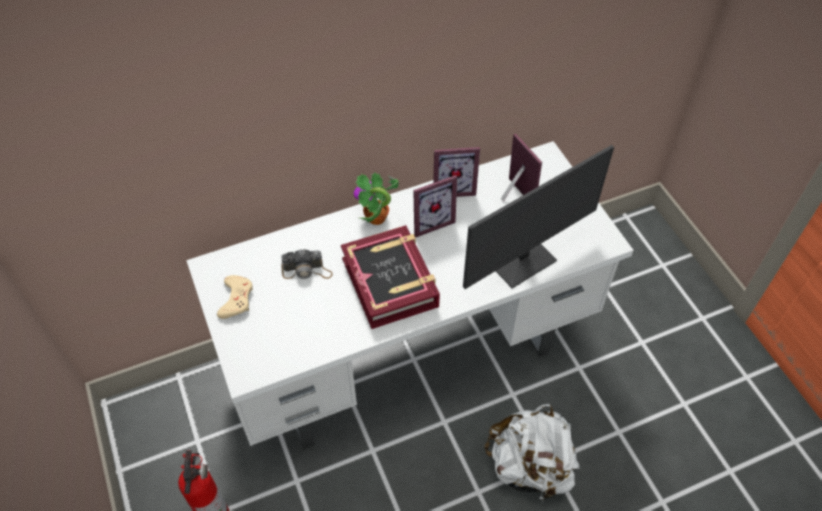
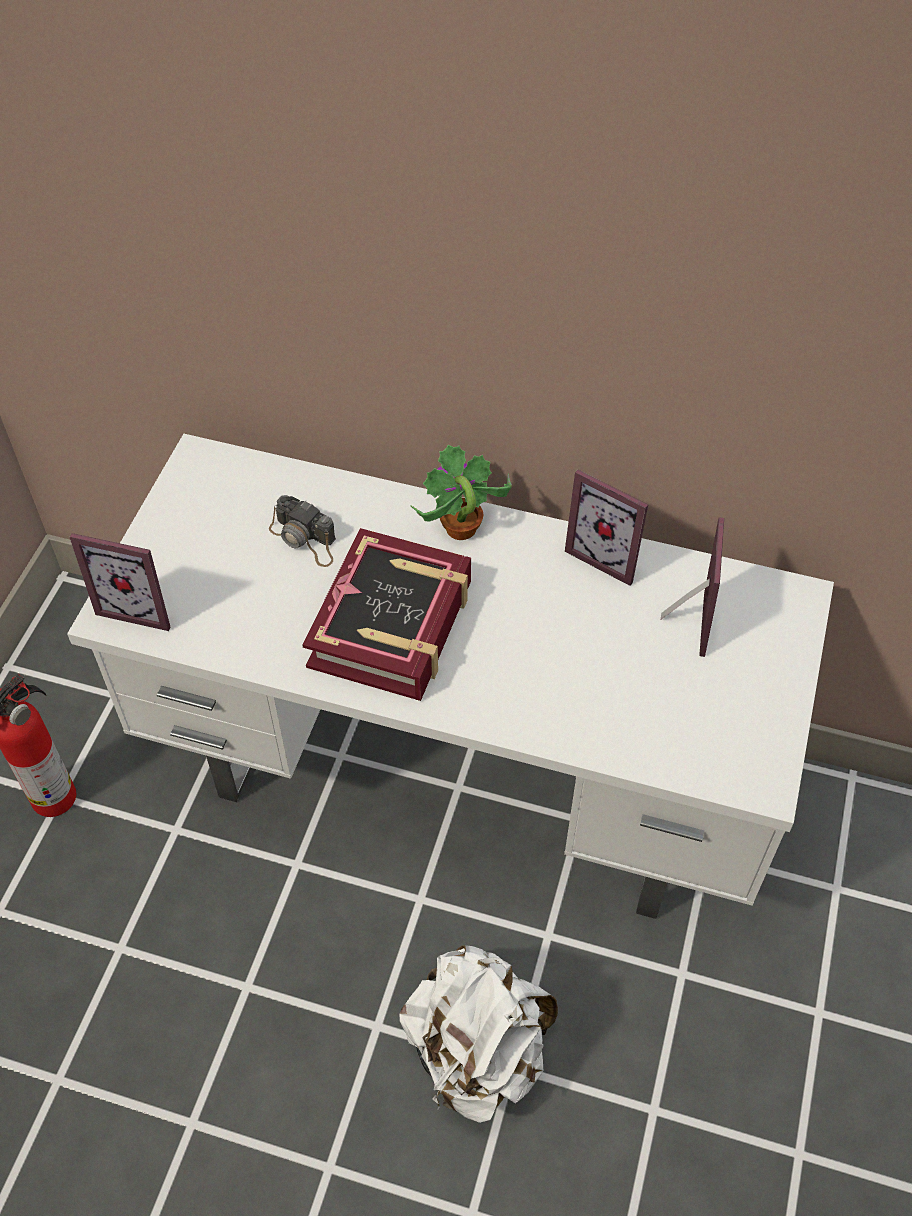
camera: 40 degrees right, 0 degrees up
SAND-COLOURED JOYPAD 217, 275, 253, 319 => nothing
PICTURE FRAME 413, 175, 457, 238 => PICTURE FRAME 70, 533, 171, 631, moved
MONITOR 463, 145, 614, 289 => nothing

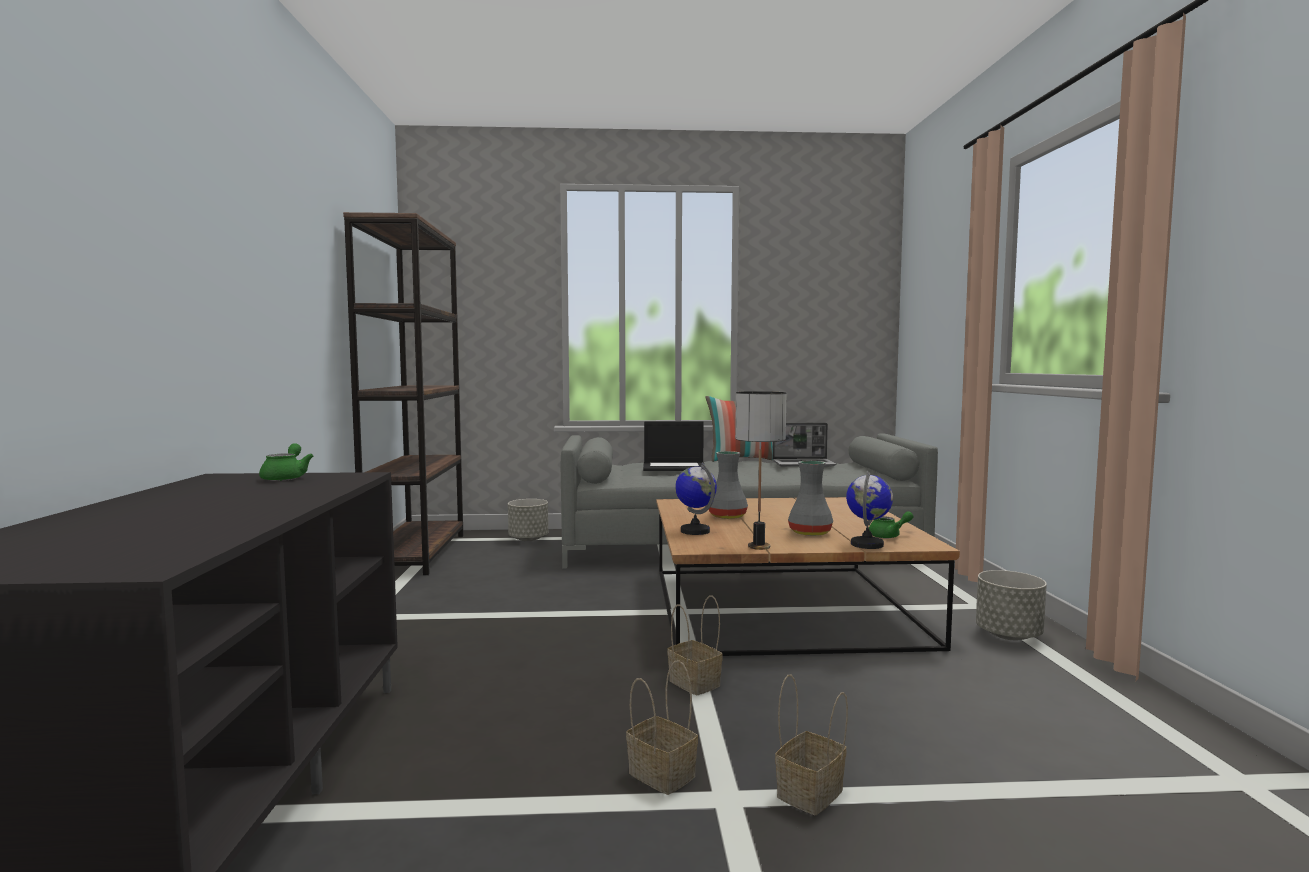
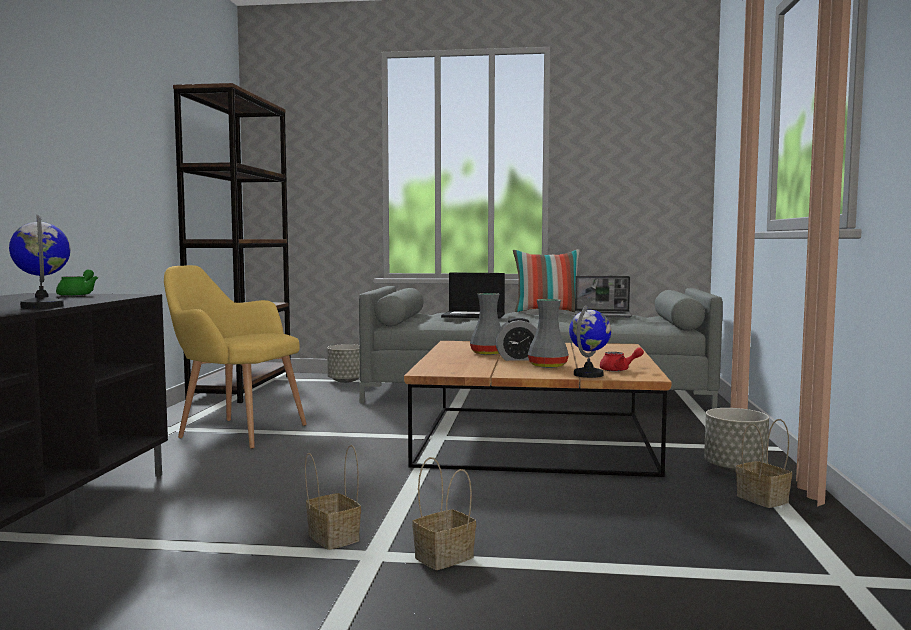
camera: 10 degrees right, 0 degrees up
HOUSEHOLD BASKET 667, 596, 723, 695 => HOUSEHOLD BASKET 736, 419, 792, 508, moved
GLOBE 675, 463, 717, 535 => GLOBE 9, 214, 71, 309, moved
TABLETOP LAMP 735, 391, 787, 550 => nothing
GREEN-COLOURED POT FOR TEA 869, 511, 913, 538 => RED POT FOR TEA 600, 347, 644, 372
nothing => YELLOWISH ARMCHAIR 164, 265, 307, 449
nothing => ALARM CLOCK 495, 318, 537, 361

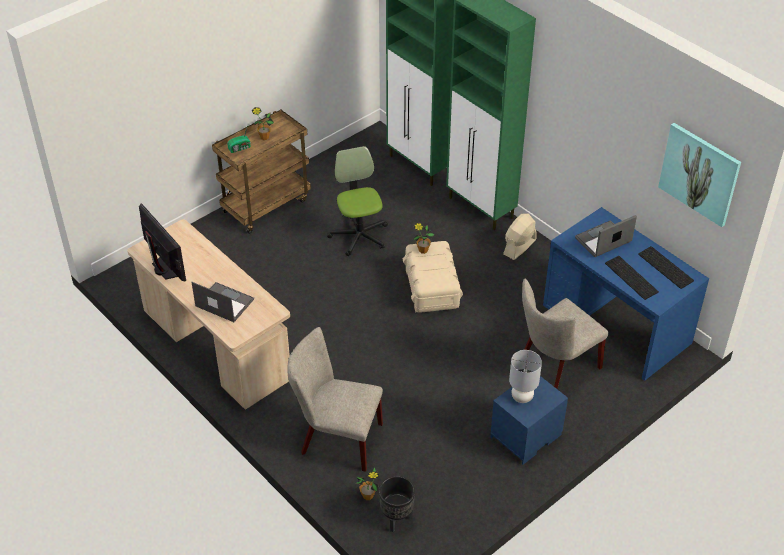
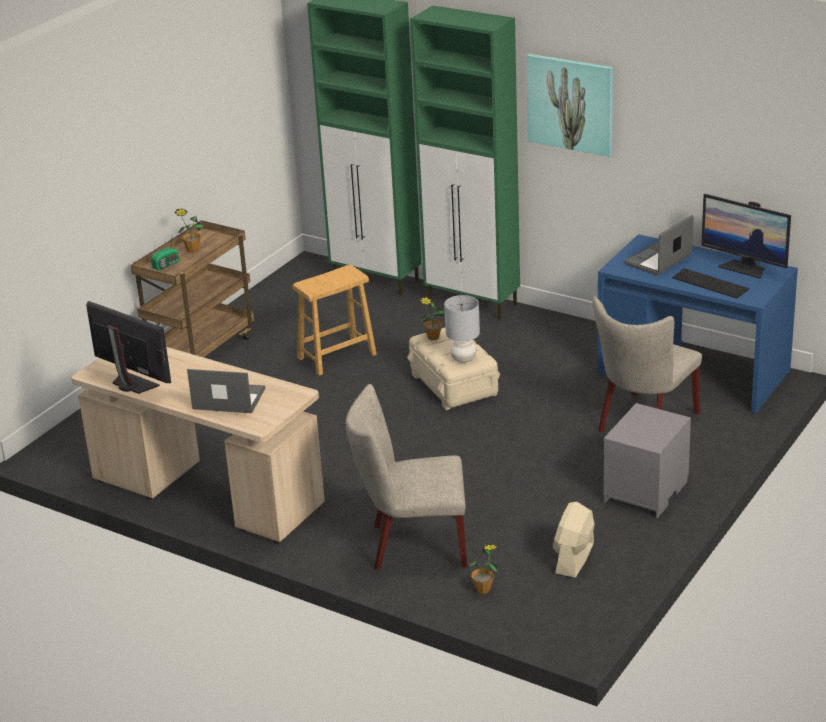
camera: 15 degrees left, 15 degrees down
COMPUTER CHAIR 327, 146, 388, 256 => BROWN STOOL SEAT 292, 265, 377, 376
BLACKISH FLOWER POT 379, 476, 415, 532 => nothing
BLUE-COLOURED BEDSIDE TABLE 490, 376, 568, 465 => GREYISH BEDSIDE TABLE 603, 403, 691, 518
SAND-COLOURED FAN 503, 213, 537, 260 => SAND-COLOURED FAN 553, 502, 595, 578, moved
GREYISH TABLETOP LAMP 509, 350, 542, 403 => GREYISH TABLETOP LAMP 444, 295, 480, 363, moved
PC KEYBOARD 638, 246, 694, 289 => MONITOR 701, 194, 791, 278
WALL PICTURE 658, 123, 741, 227 => WALL PICTURE 526, 54, 613, 157, moved

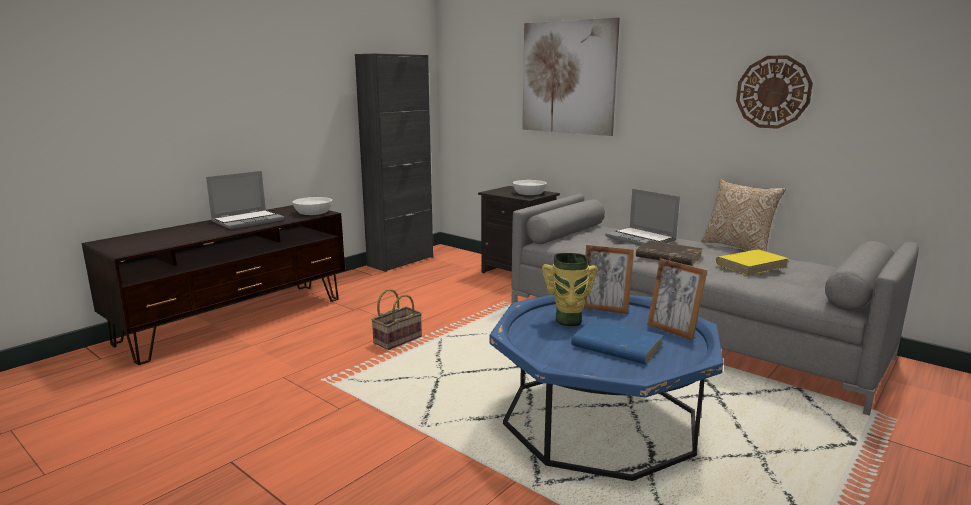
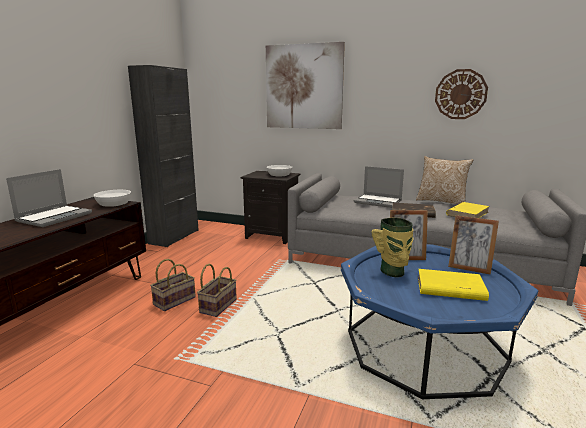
camera: 20 degrees left, 0 degrees up
BLUE-COLOURED VOLUME 571, 319, 664, 364 => YELLOWISH VOLUME 418, 269, 489, 301
nothing => HOUSEHOLD BASKET 150, 259, 196, 311

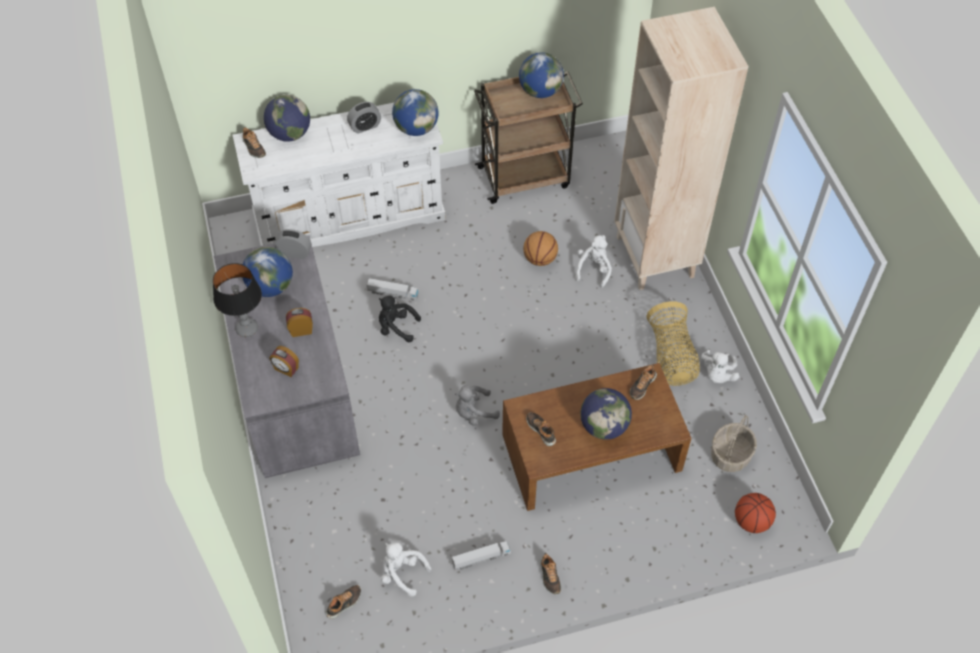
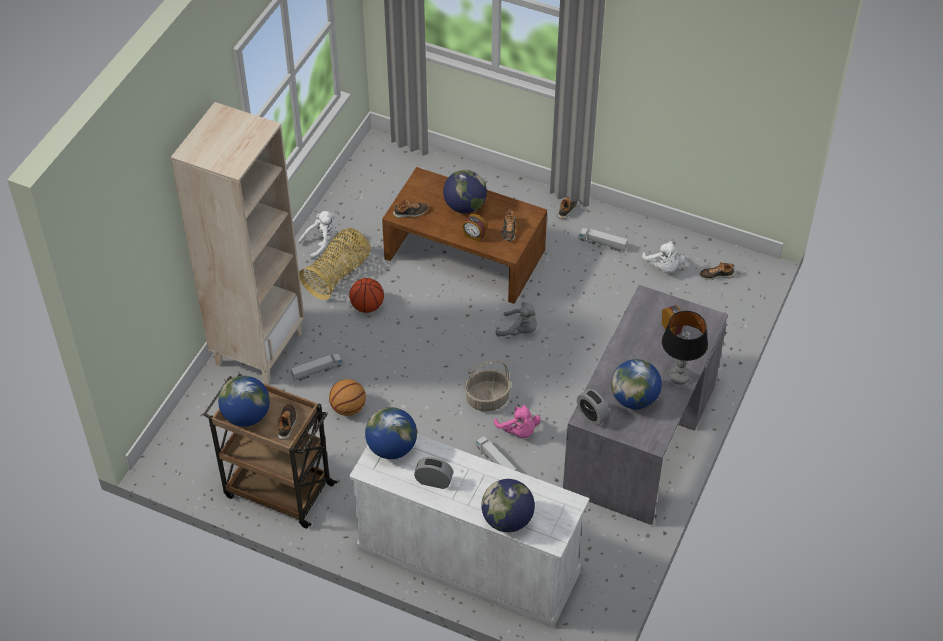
camera: 140 degrees left, 5 degrees down
ITEM OF FOOTWEAR 242, 127, 266, 158 => ITEM OF FOOTWEAR 278, 403, 297, 440, moved
ALARM CLOCK 286, 308, 313, 337 => ALARM CLOCK 462, 214, 487, 242, moved
BLACKISH CUDDLY TOY 379, 296, 421, 342 => PINKISH CUDDLY TOY 494, 405, 541, 438
WHITE CUDDLY TOY 575, 235, 612, 288 => TOY LORRY 291, 354, 343, 382
HOUSEHOLD BASKET 711, 415, 757, 472 => HOUSEHOLD BASKET 465, 361, 511, 412, moved
BALL FOR BASKETBALL 735, 493, 776, 533 => BALL FOR BASKETBALL 349, 278, 384, 313, moved

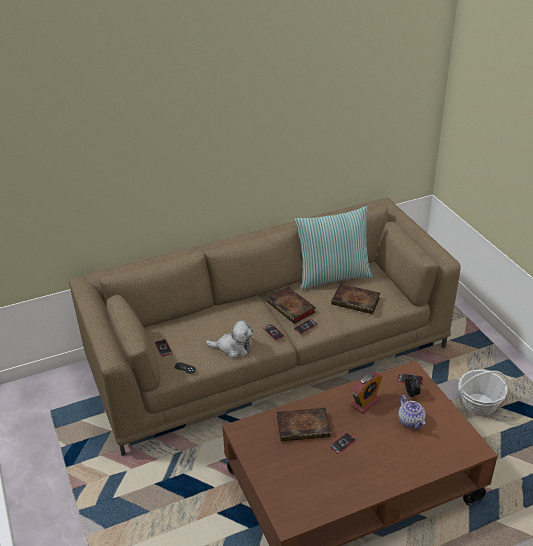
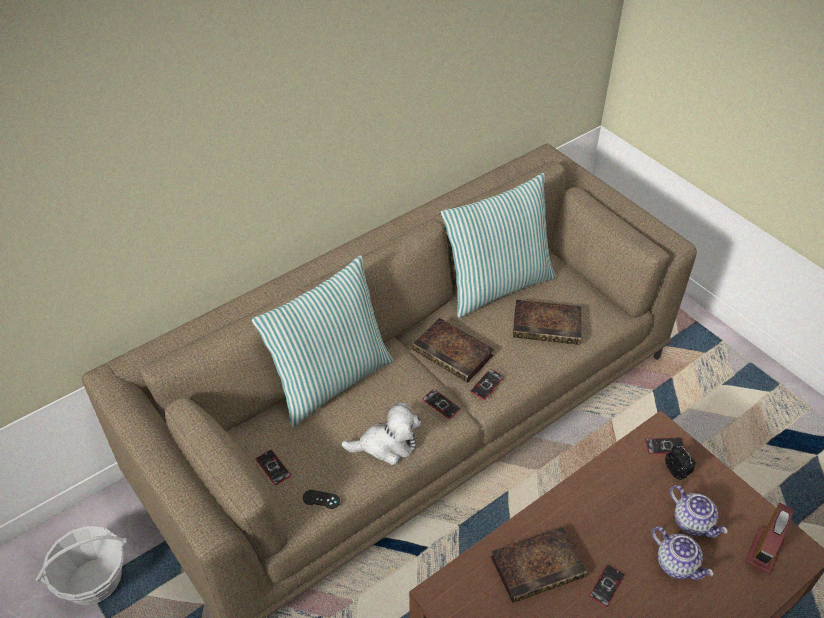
camera: 15 degrees left, 10 degrees up
ALARM CLOCK 351, 372, 382, 414 => ALARM CLOCK 745, 503, 794, 574, moved
HOUSEHOLD BASKET 458, 370, 508, 415 => HOUSEHOLD BASKET 36, 526, 127, 605, moved
nothing => THROW PILLOW 252, 255, 393, 427
nothing => POT FOR TEA 651, 526, 714, 580

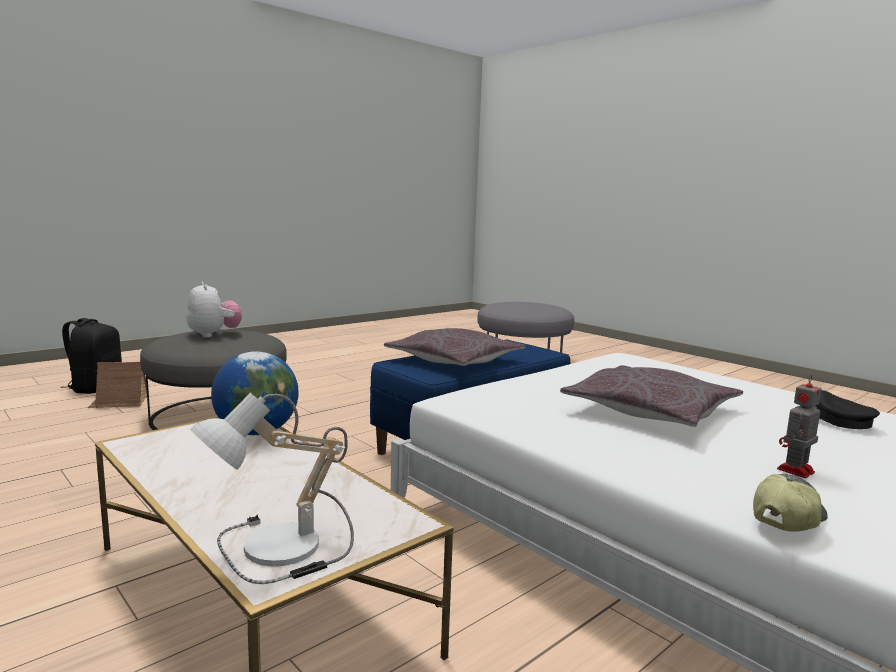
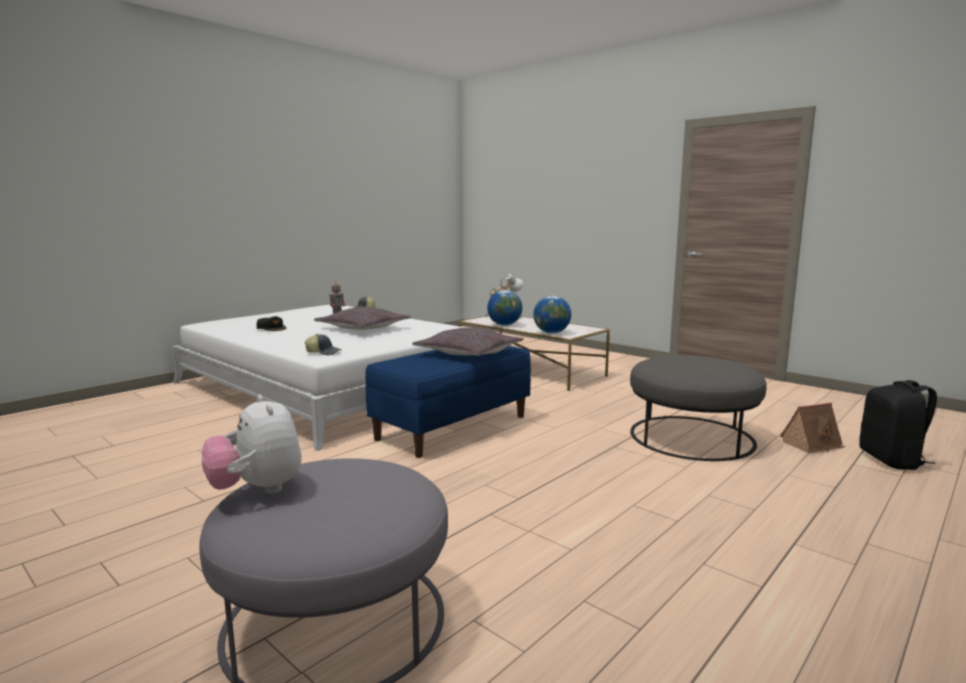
camera: 175 degrees right, 0 degrees up
CUDDLY TOY 186, 282, 242, 338 => CUDDLY TOY 202, 395, 302, 494, moved
nothing => BASEBALL CAP 305, 334, 342, 355
nothing => GLOBE 487, 290, 522, 325

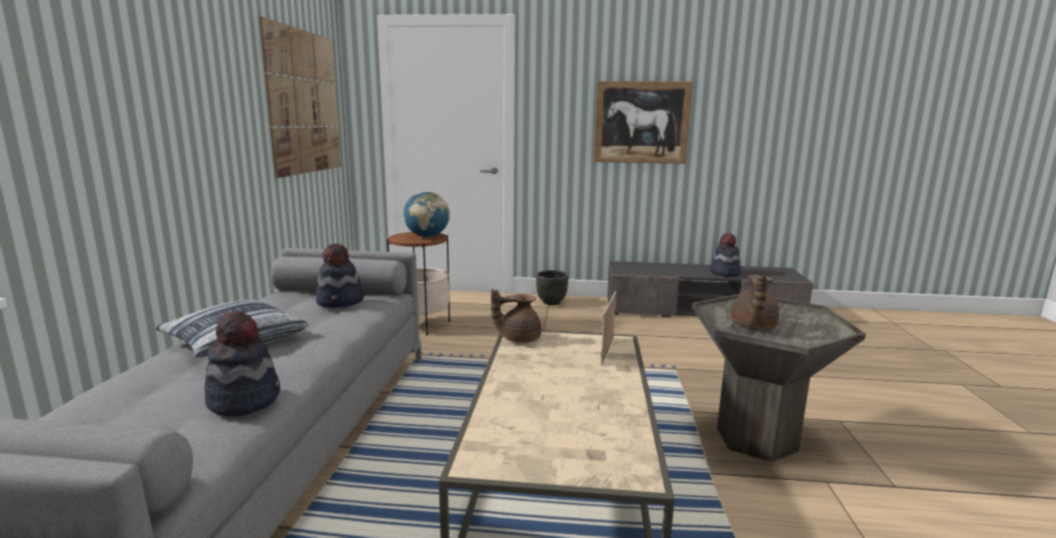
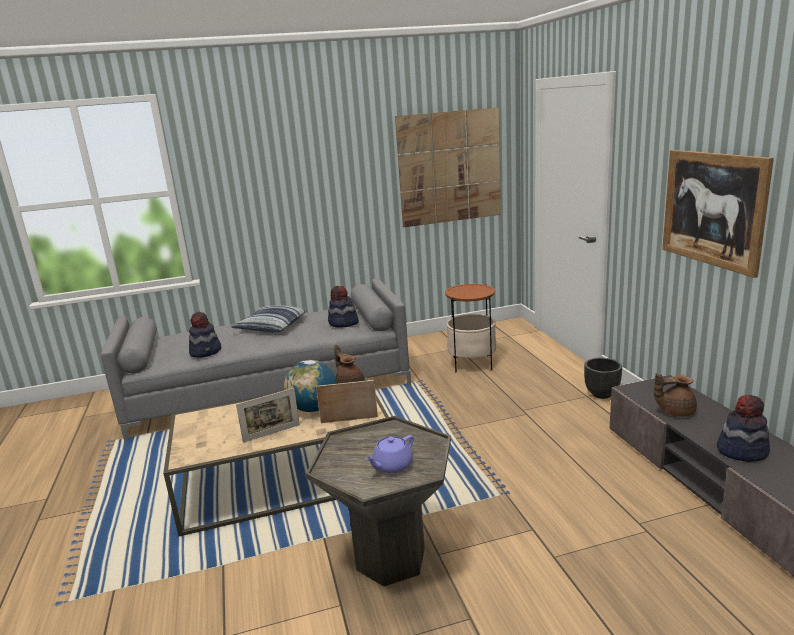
camera: 70 degrees right, 5 degrees up
GLOBE 403, 192, 450, 237 => GLOBE 284, 360, 336, 412, moved
BROWN POT FOR TEA 731, 275, 779, 329 => BROWN POT FOR TEA 654, 373, 697, 417, moved
nothing => PICTURE FRAME 236, 388, 300, 443
nothing => PURPLISH POT FOR TEA 366, 435, 414, 473

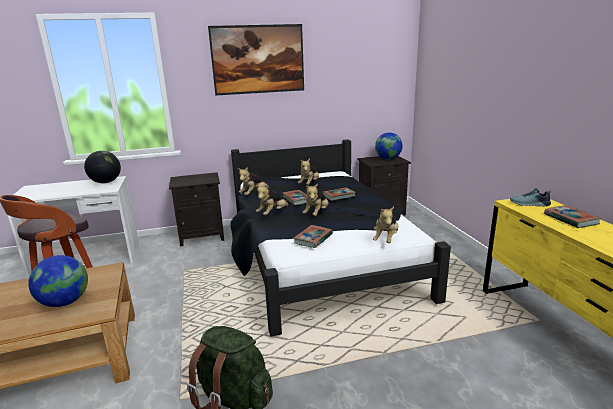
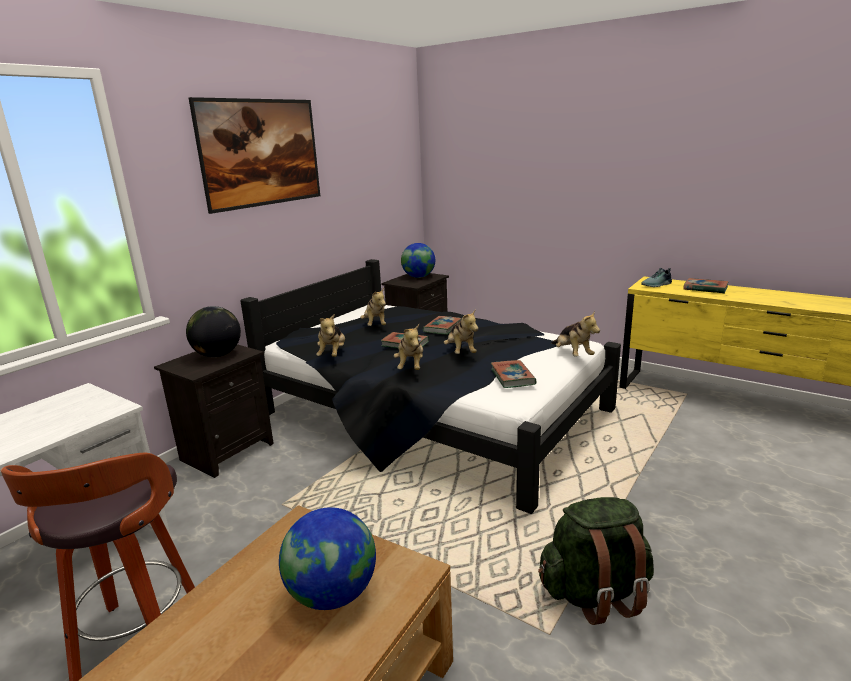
camera: 40 degrees left, 0 degrees up
GLOBE 84, 151, 121, 183 => GLOBE 186, 306, 241, 357, moved

